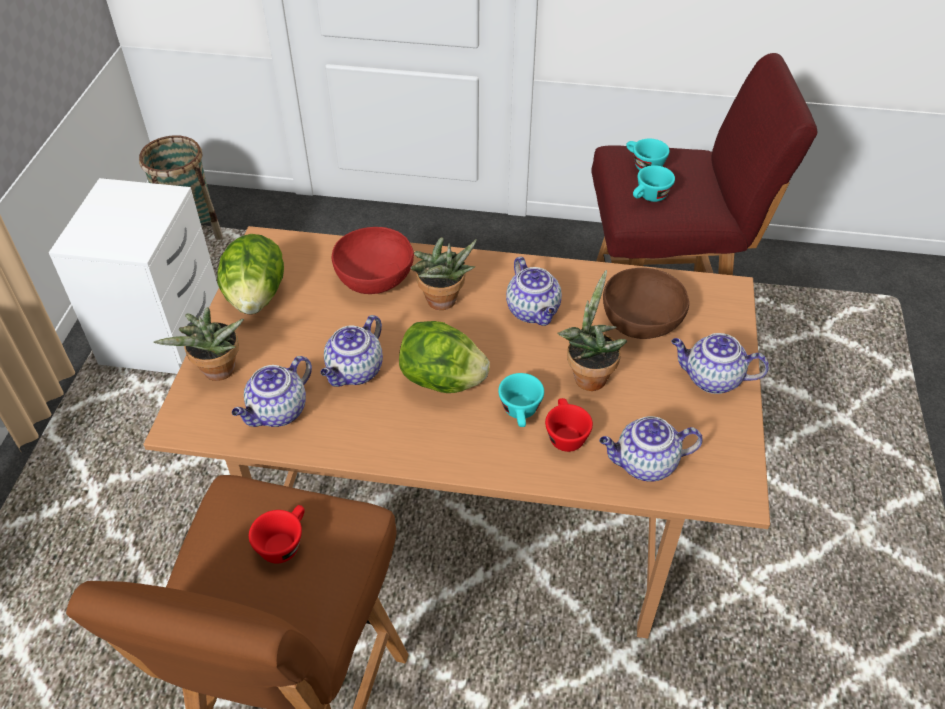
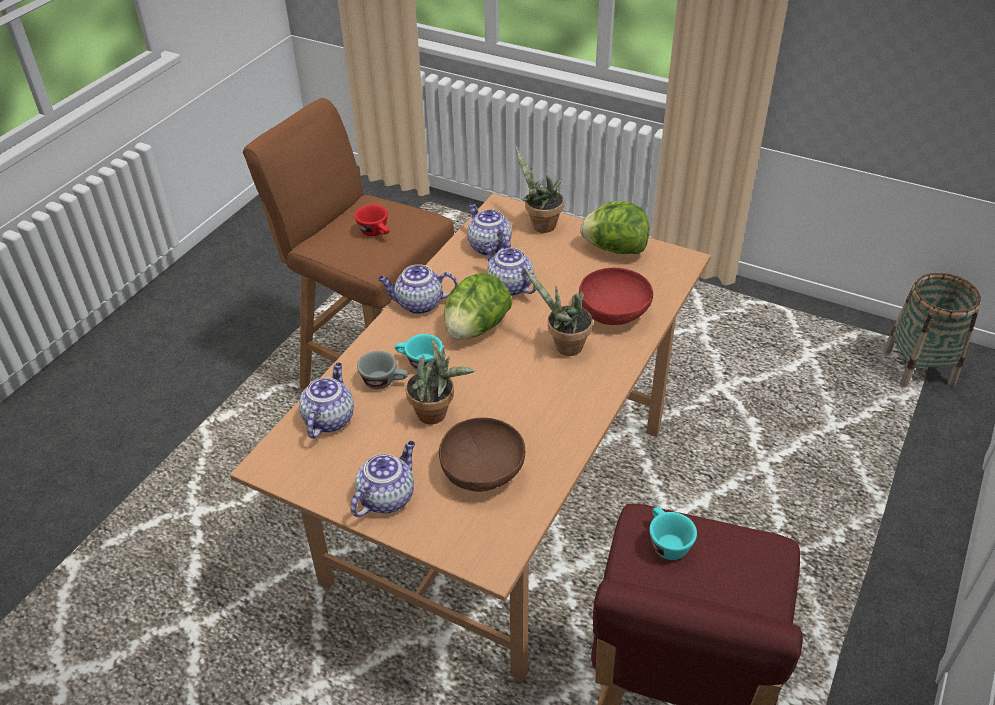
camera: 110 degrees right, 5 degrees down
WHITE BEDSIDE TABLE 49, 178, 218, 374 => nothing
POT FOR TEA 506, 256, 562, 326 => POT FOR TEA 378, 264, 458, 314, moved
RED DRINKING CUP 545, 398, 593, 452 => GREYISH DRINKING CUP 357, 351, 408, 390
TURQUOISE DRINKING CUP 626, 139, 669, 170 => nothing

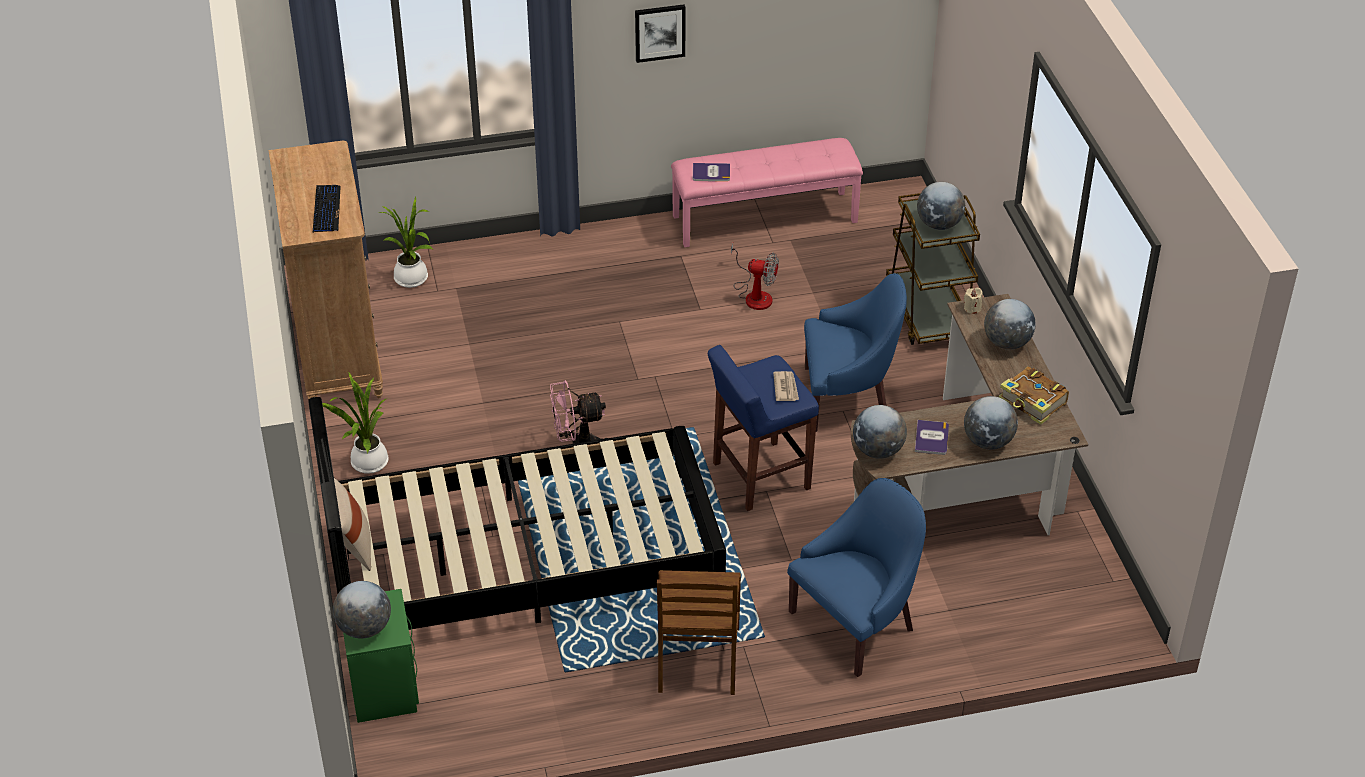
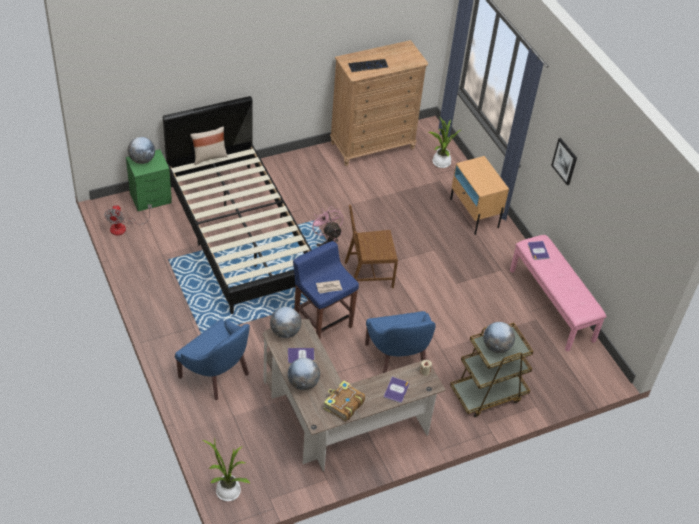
camera: 75 degrees right, 5 degrees up
PLANT IN A POT 322, 372, 389, 474 => PLANT IN A POT 203, 437, 250, 501, moved
BROWN CHAIR 657, 570, 741, 695 => BROWN CHAIR 345, 205, 398, 288, moved
FAN 731, 243, 779, 310 => FAN 104, 204, 152, 235, moved
GLOBE 984, 299, 1036, 350 => VOLUME 383, 377, 409, 403
nothing => SAND-COLOURED BEDSIDE TABLE 450, 156, 509, 235

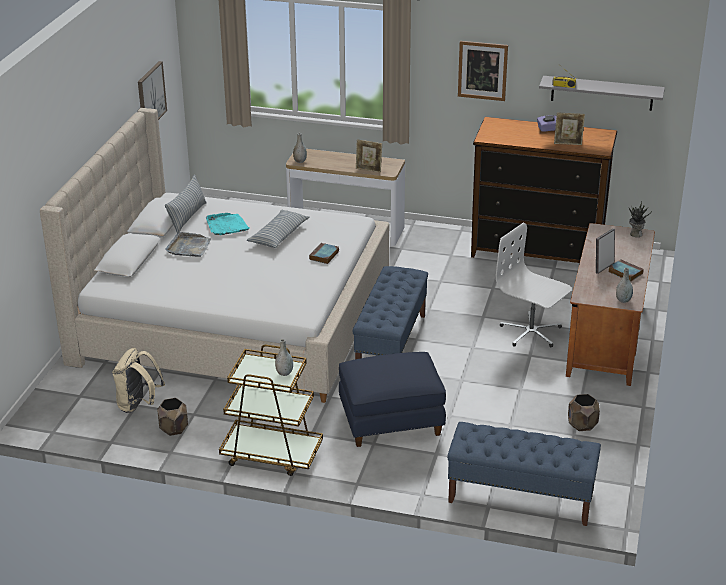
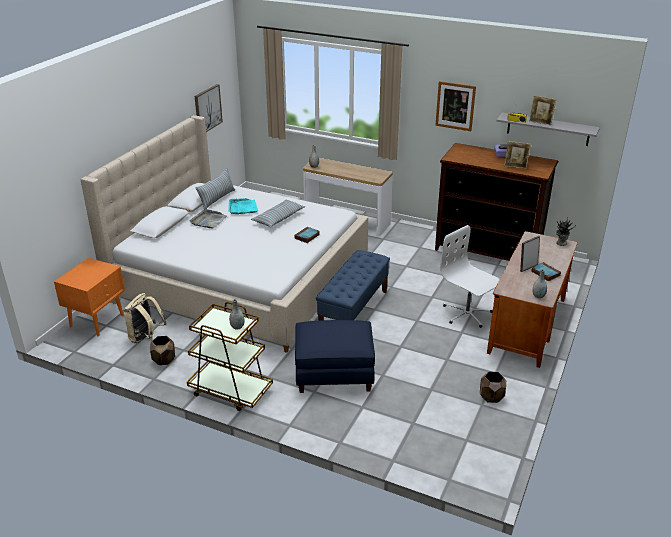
camera: 10 degrees right, 0 degrees up
PICTURE FRAME 356, 139, 382, 173 => PICTURE FRAME 529, 95, 556, 125, moved
BLUE-COLOURED BENCH 447, 422, 601, 526 => nothing
nothing => ORANGEY BEDSIDE TABLE 54, 258, 125, 336

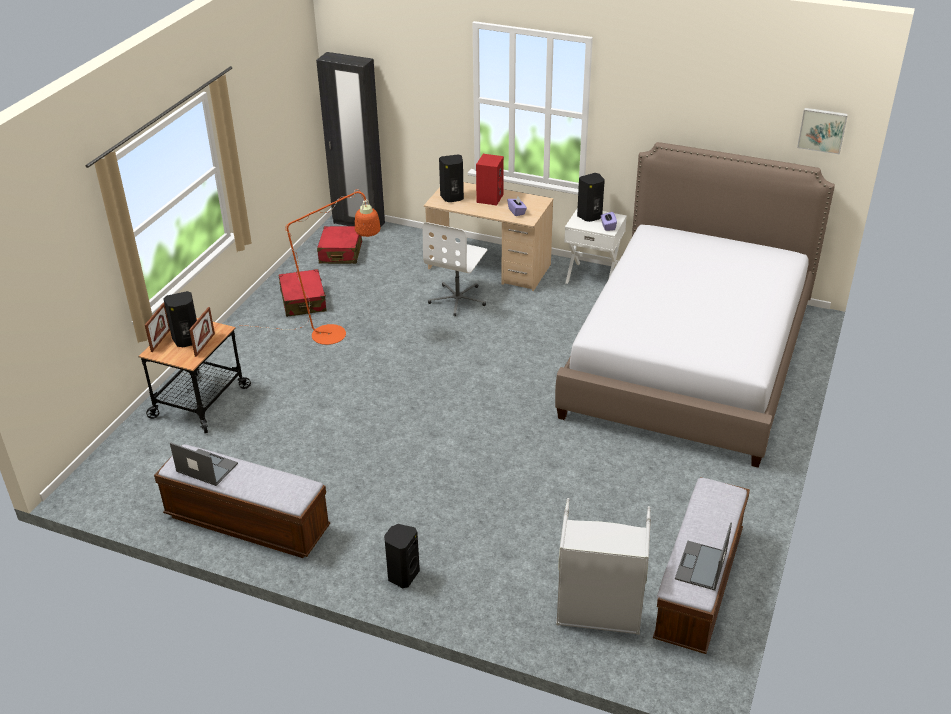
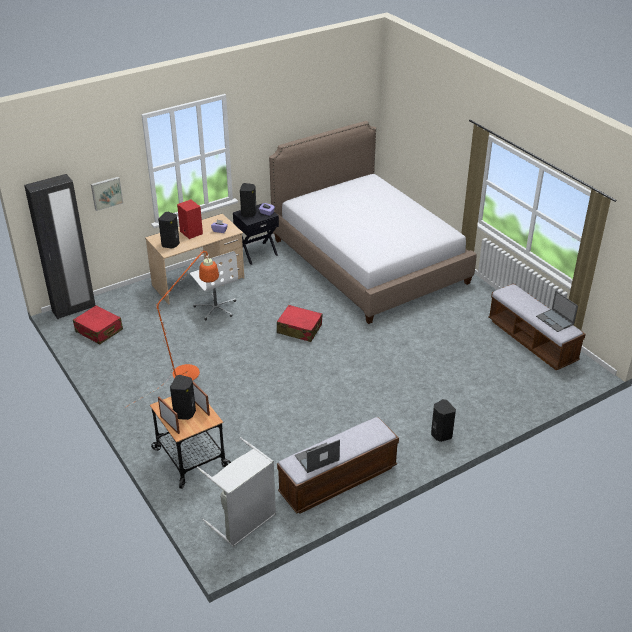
camera: 55 degrees left, 0 degrees up
RED SUITCASE 279, 269, 327, 317 => RED SUITCASE 277, 305, 323, 342, moved
GREYISH WASHING BASKET 556, 498, 651, 635 => GREYISH WASHING BASKET 196, 437, 276, 547, moved
WHITE BEDSIDE TABLE 564, 208, 627, 284 => BLACKISH BEDSIDE TABLE 233, 204, 279, 265
WALL PICTURE 797, 108, 848, 154 => WALL PICTURE 91, 177, 123, 211, moved

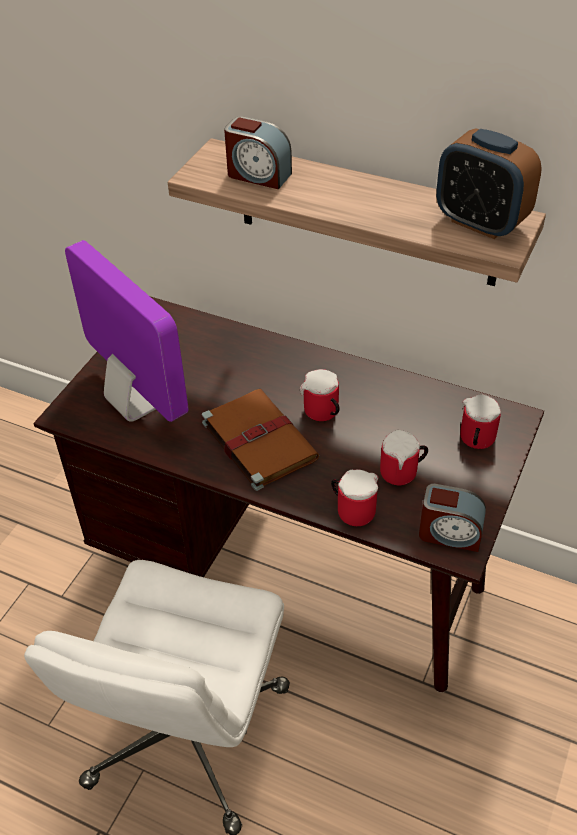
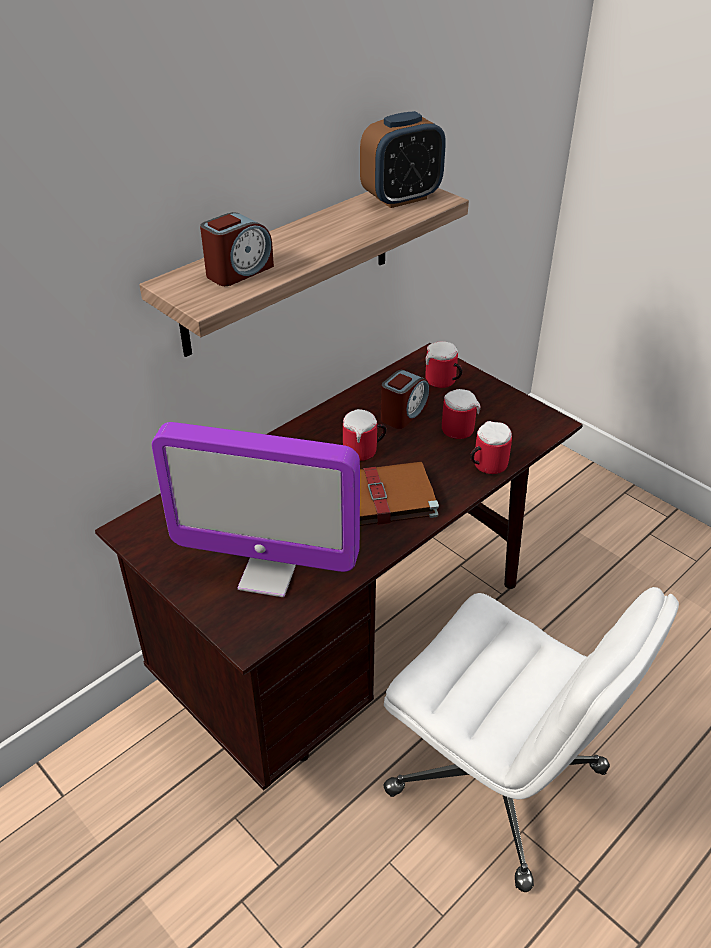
camera: 70 degrees left, 5 degrees down
MONITOR 65, 240, 189, 422 => MONITOR 152, 422, 360, 597, 150 degrees counterclockwise
ALARM CLOCK 419, 484, 486, 552 => ALARM CLOCK 381, 370, 429, 429, moved

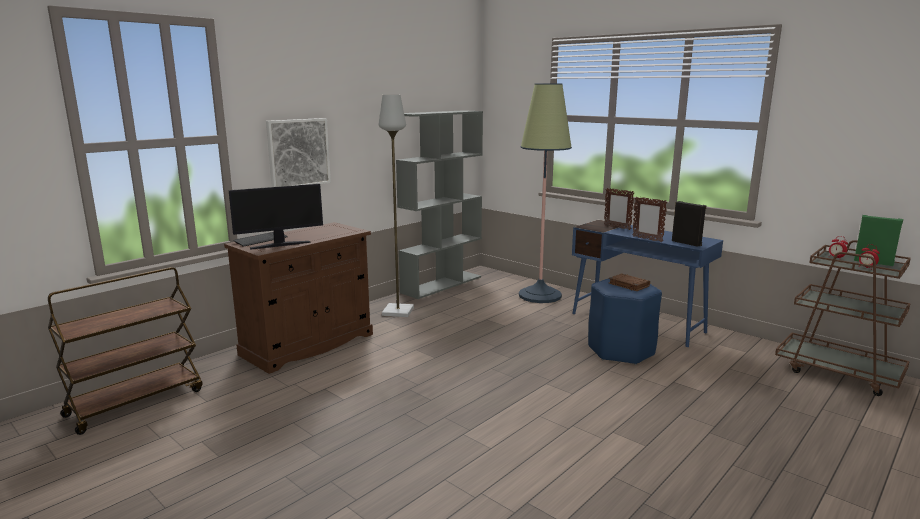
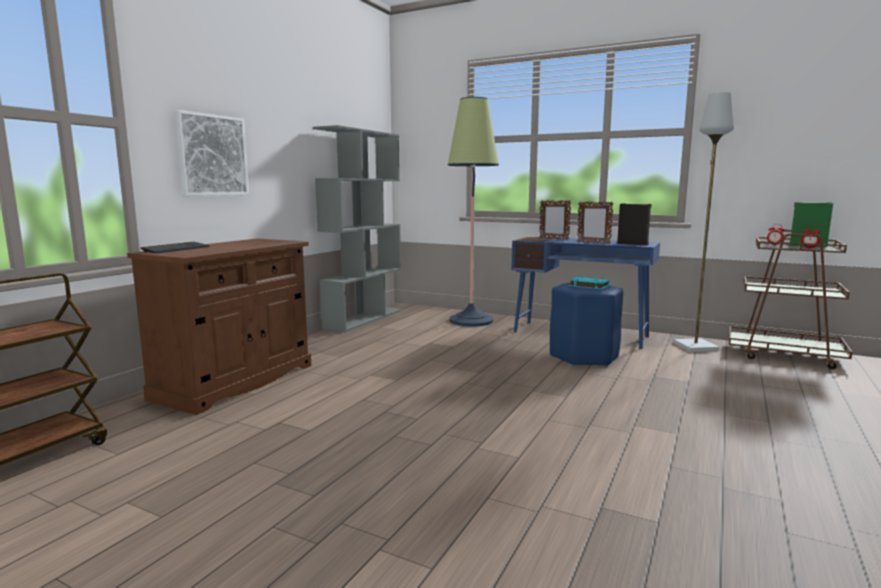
camera: 15 degrees left, 5 degrees down
MONITOR 229, 184, 323, 250 => nothing
GREYISH FLOOR LAMP 379, 95, 414, 317 => GREYISH FLOOR LAMP 673, 92, 734, 352, moved
BROWN VOLUME 609, 274, 650, 291 => TURQUOISE VOLUME 569, 277, 610, 289

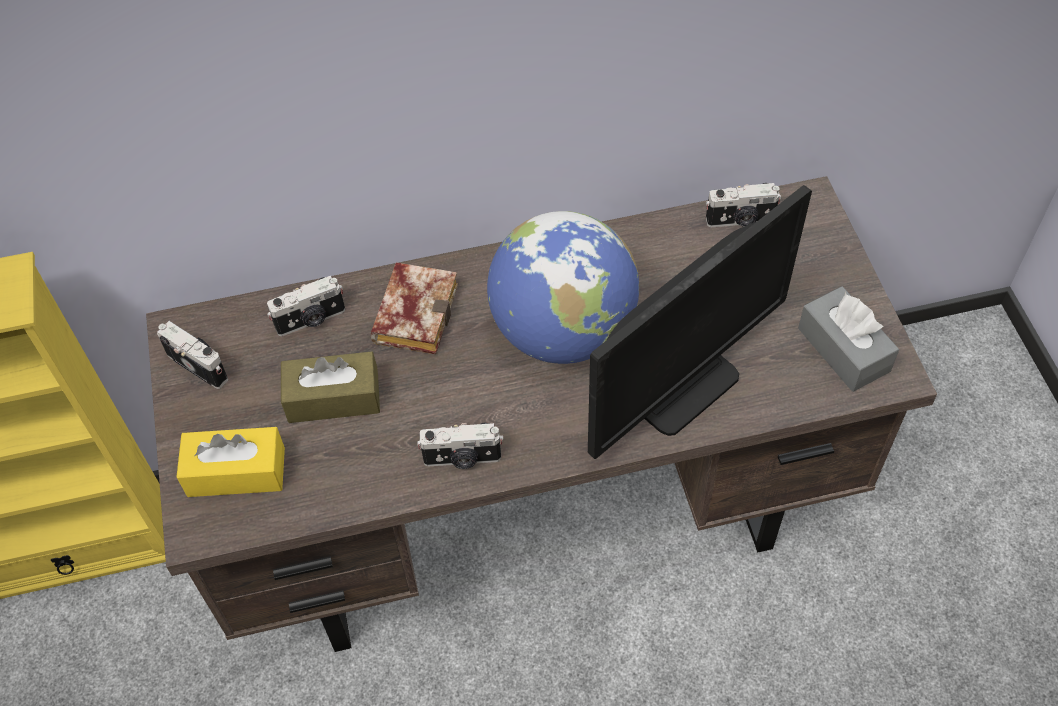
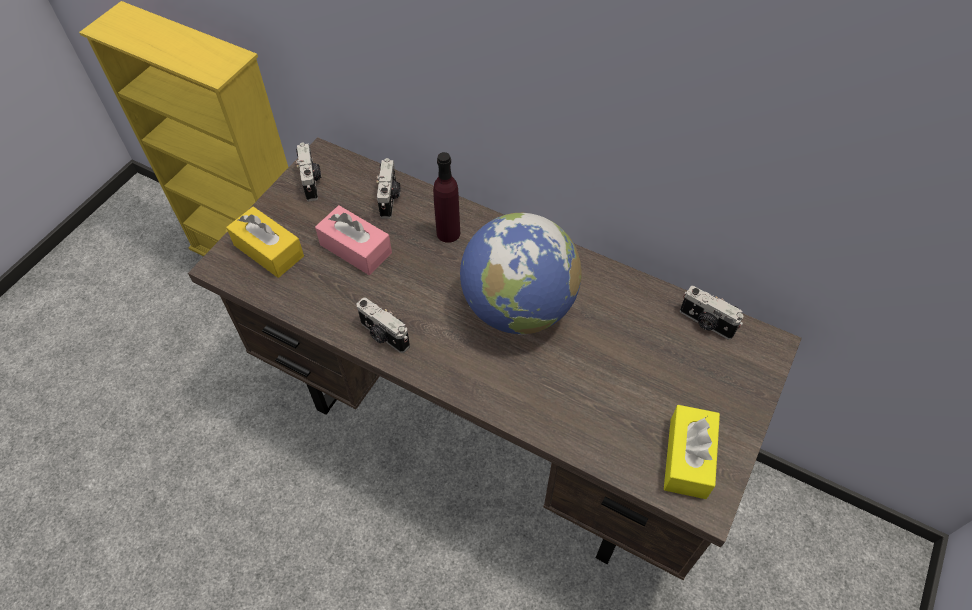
camera: 40 degrees right, 0 degrees up
PHOTO CAMERA 267, 276, 345, 336 => PHOTO CAMERA 376, 158, 400, 219, 105 degrees counterclockwise
BROWN BOX OF TISSUES 281, 351, 380, 423 => PINKISH BOX OF TISSUES 315, 205, 392, 275
VOLUME 371, 262, 458, 354 => PURPLISH BOTTLE 433, 152, 460, 243
MONITOR 588, 185, 812, 459 => nothing
GREYISH BOX OF TISSUES 798, 286, 899, 392 => YELLOWISH BOX OF TISSUES 664, 405, 720, 499

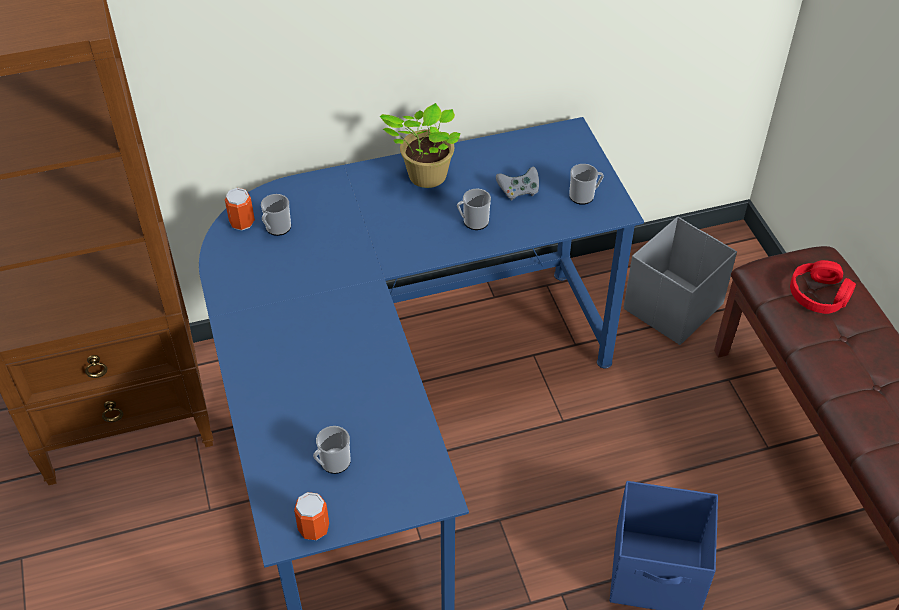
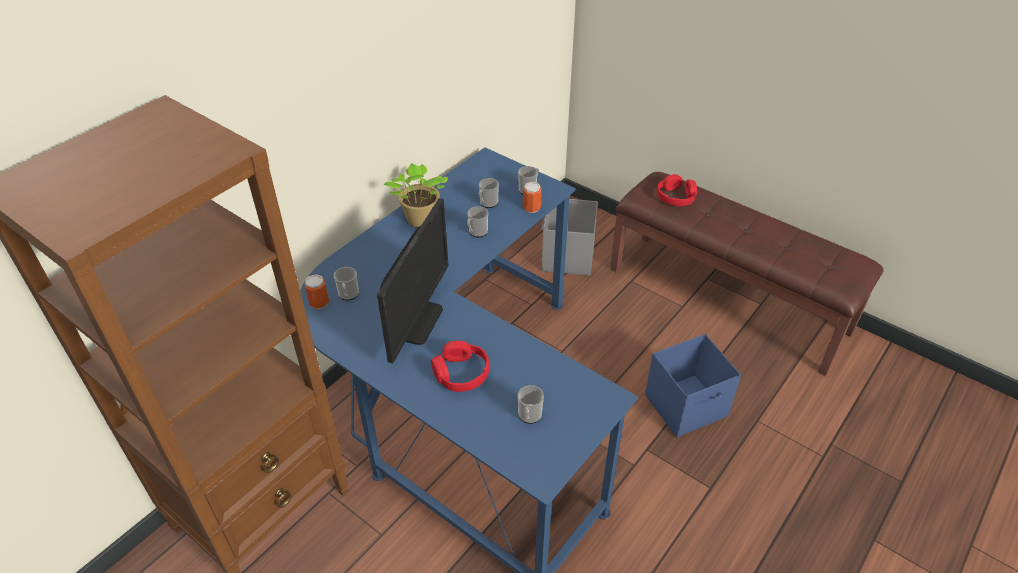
camera: 35 degrees left, 5 degrees down
SEALED CAN 294, 492, 329, 540 => SEALED CAN 523, 182, 542, 213, moved
GREYISH JOYPAD 496, 167, 539, 200 => TEA MUG 479, 178, 499, 208
nothing => MONITOR 377, 198, 448, 363
nothing => RED HEADSET 431, 341, 489, 392

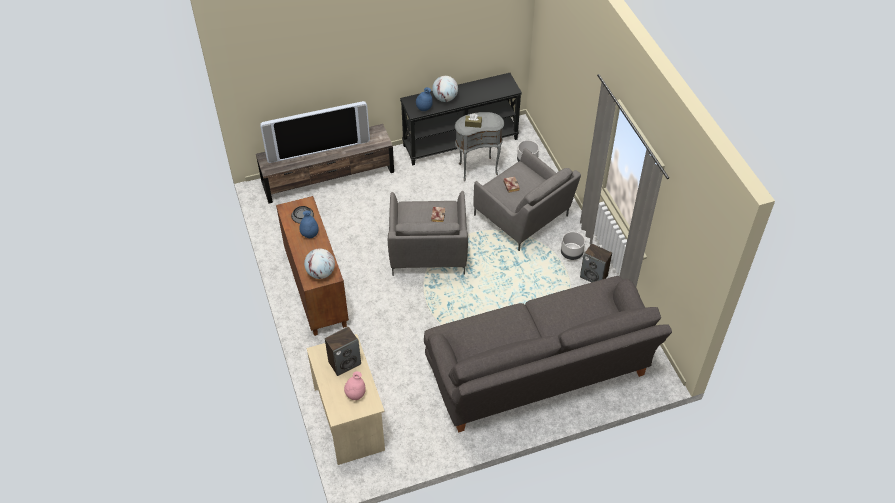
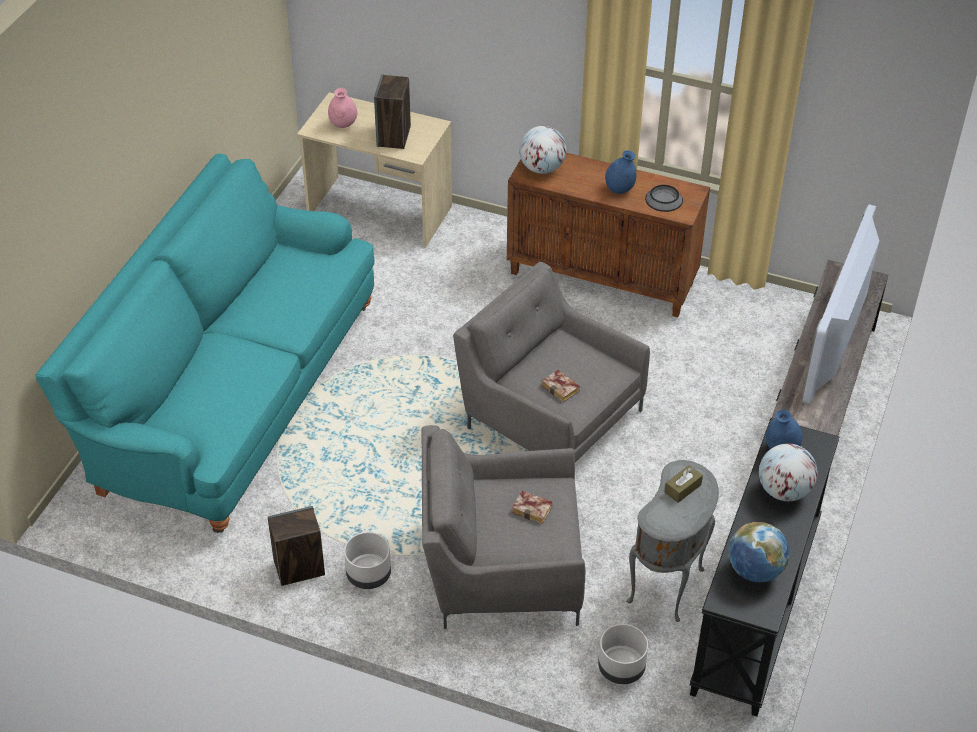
camera: 130 degrees right, 5 degrees down
GREYISH COUCH 424, 276, 672, 432 => TURQUOISE COUCH 35, 154, 375, 533
nothing => GLOBE 728, 522, 790, 582

